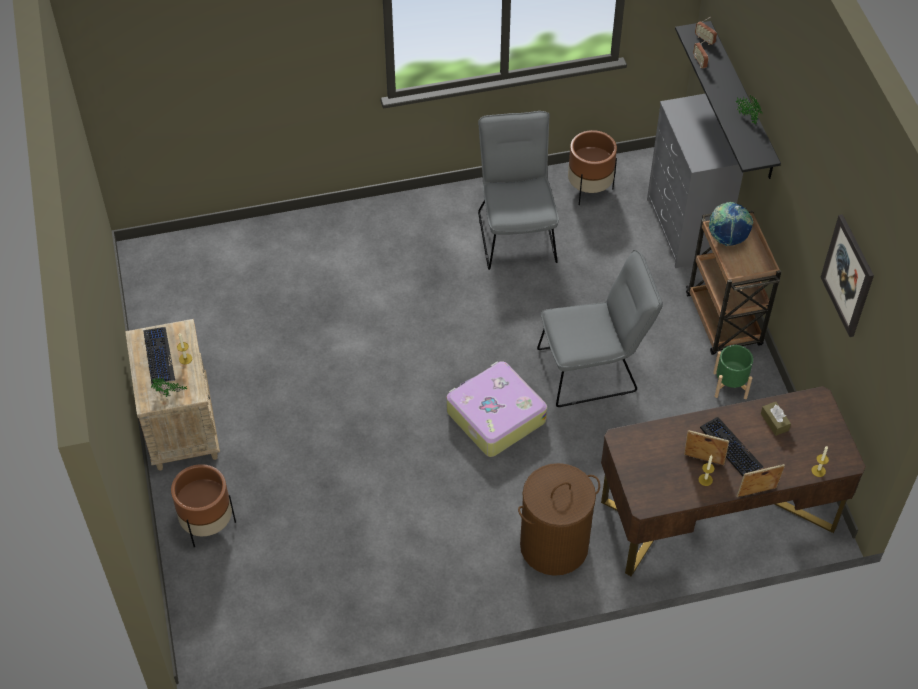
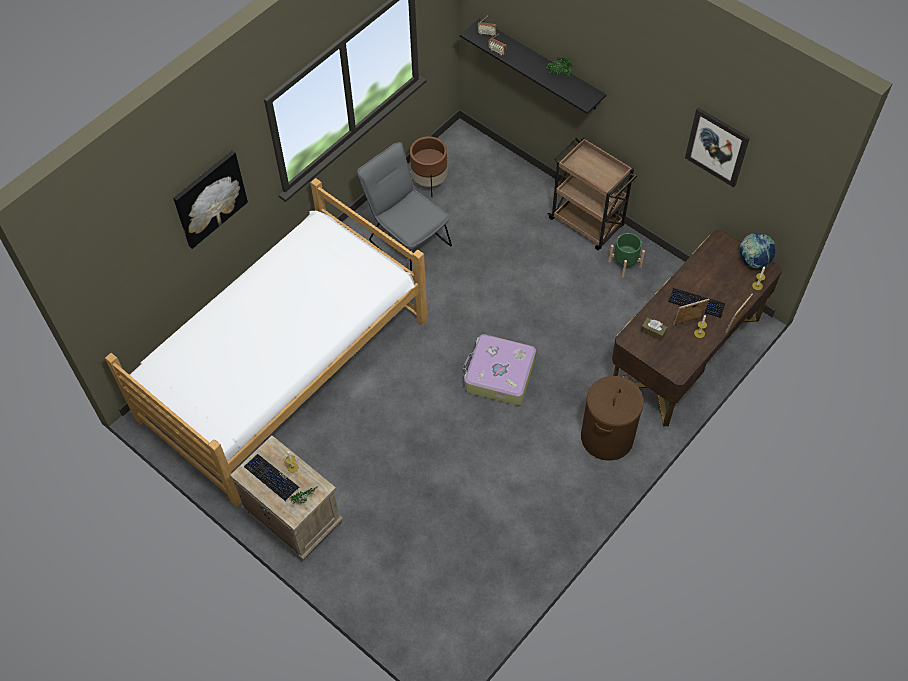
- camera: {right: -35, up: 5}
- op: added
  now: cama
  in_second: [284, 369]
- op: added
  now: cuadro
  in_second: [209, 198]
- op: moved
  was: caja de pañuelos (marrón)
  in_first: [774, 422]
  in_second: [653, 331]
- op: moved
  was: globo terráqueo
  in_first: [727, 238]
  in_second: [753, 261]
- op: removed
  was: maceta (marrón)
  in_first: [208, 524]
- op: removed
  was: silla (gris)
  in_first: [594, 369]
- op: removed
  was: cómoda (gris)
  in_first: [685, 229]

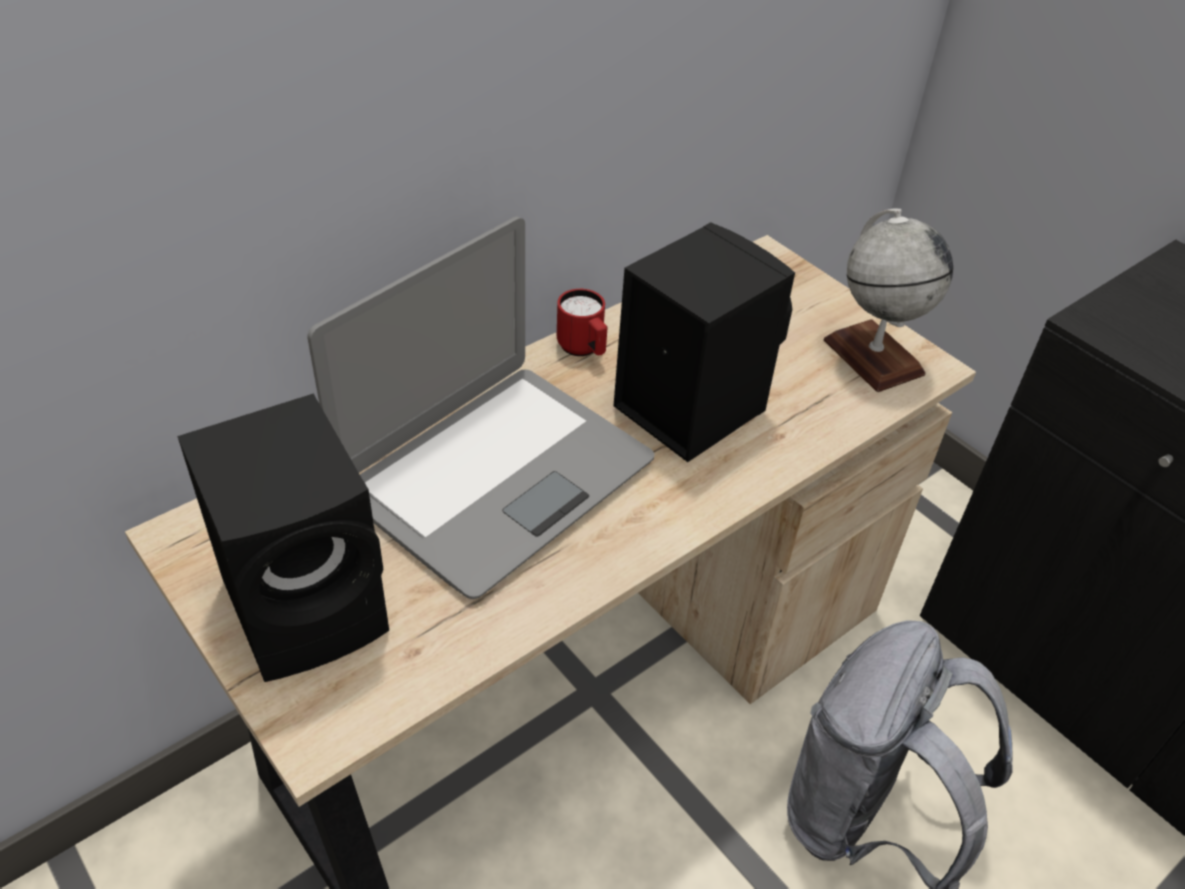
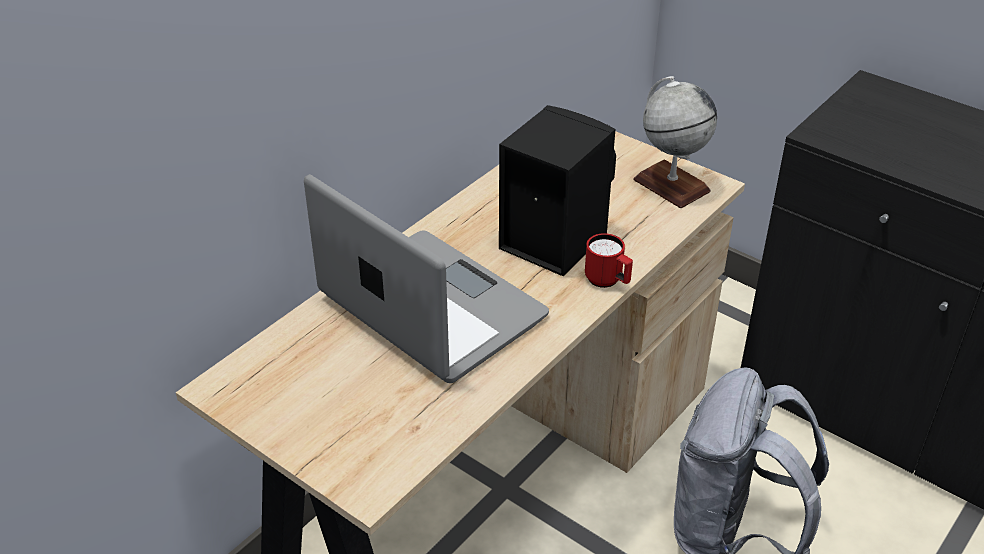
- camera: {right: -10, up: -5}
- op: turned
  was: portátil
  in_first: [496, 475]
  in_second: [431, 308]
  clockwise: -75
- op: moved
  was: taza grande (rojo)
  in_first: [583, 350]
  in_second: [607, 281]
- op: removed
  was: altavoz (negro)
  in_first: [312, 605]

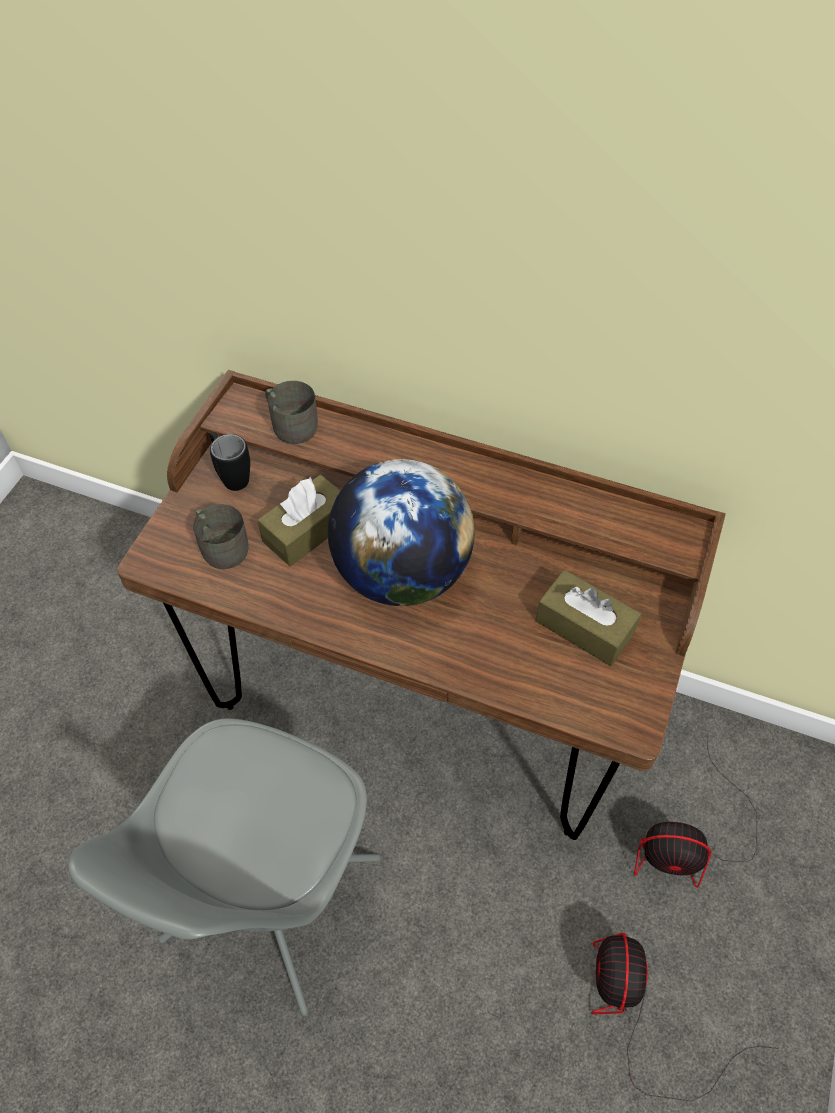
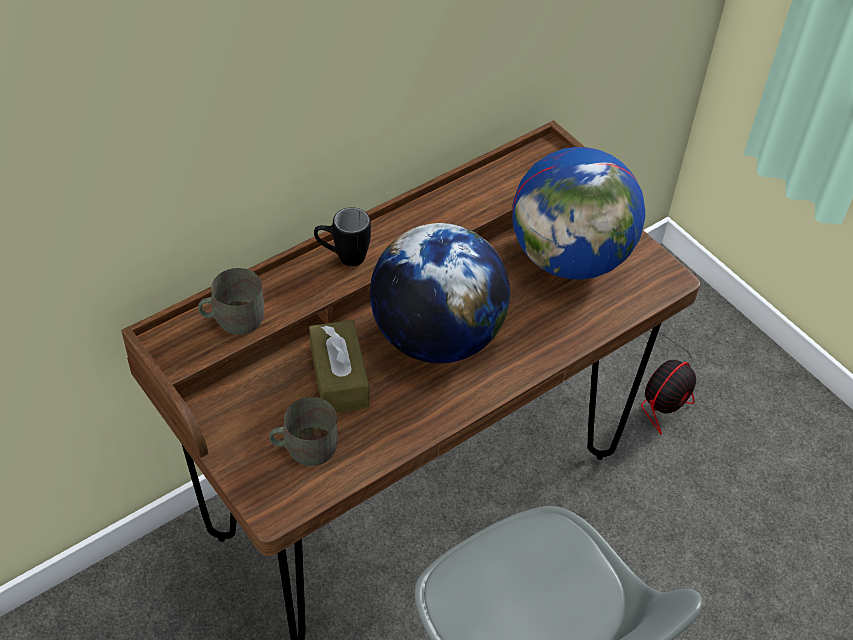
- camera: {right: -60, up: -5}
- op: moved
  was: taza grande (negro)
  in_first: [231, 475]
  in_second: [343, 257]
- op: replaced
  was: caja de pañuelos (marrón)
  now: globo terráqueo
  in_first: [584, 627]
  in_second: [570, 258]
- op: removed
  was: ventilador
  in_first: [639, 1011]

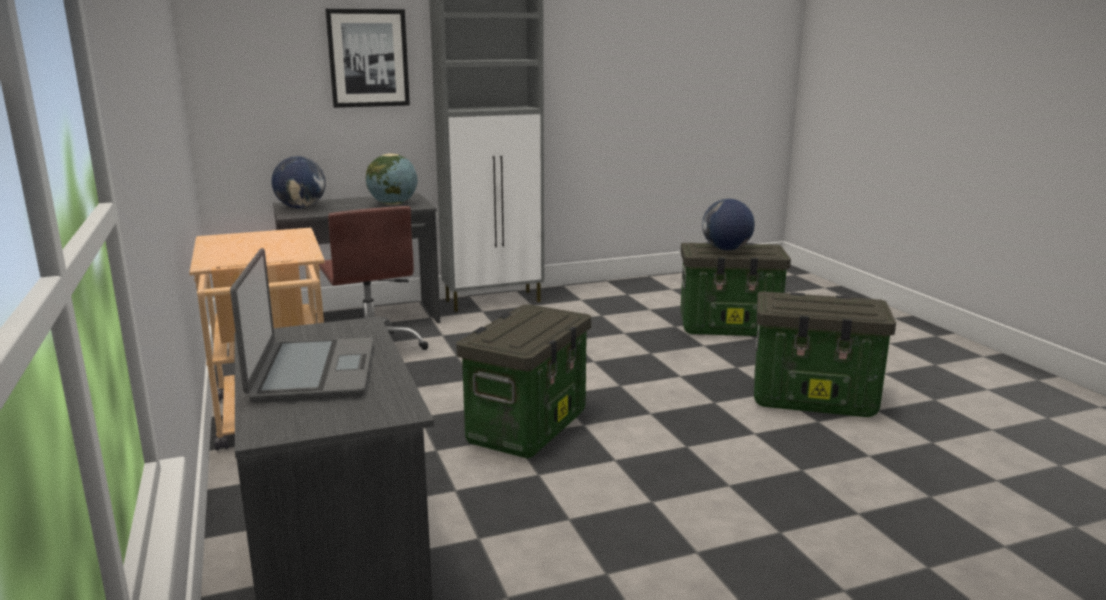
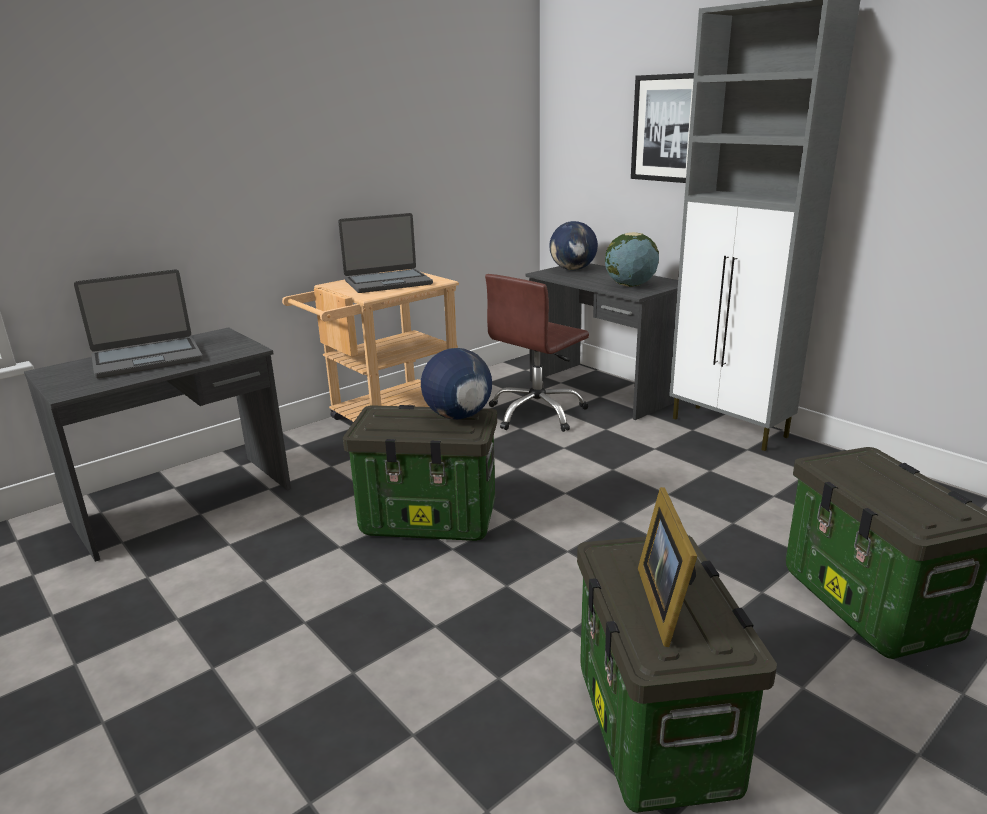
- camera: {right: 70, up: 5}
- op: added
  now: portátil
  in_second: [388, 282]
- op: moved
  was: globo terráqueo
  in_first: [726, 249]
  in_second: [457, 416]
- op: added
  now: portarretratos
  in_second: [667, 602]

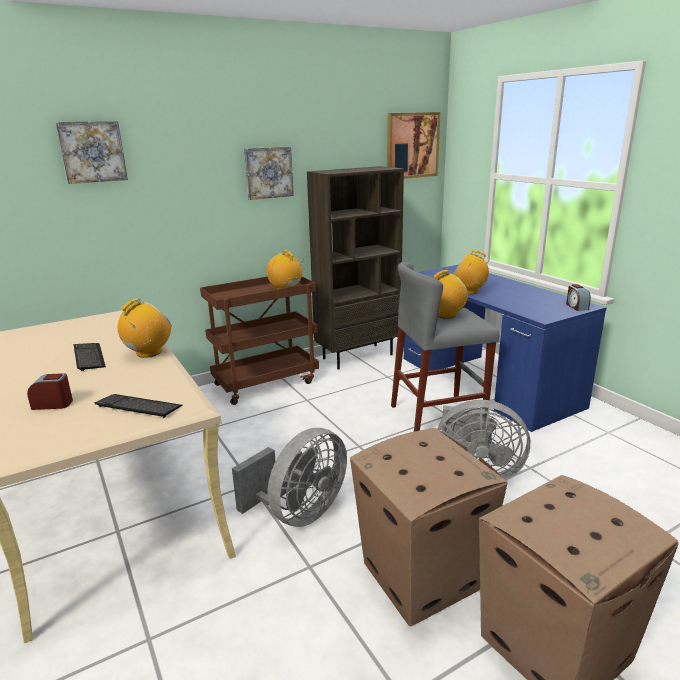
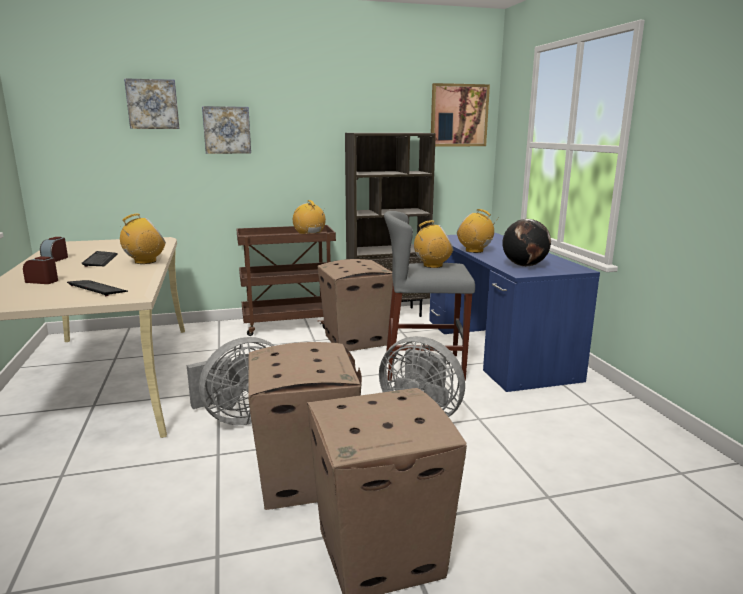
- camera: {right: 15, up: -5}
- op: moved
  was: despertador
  in_first: [576, 306]
  in_second: [55, 259]
- op: moved
  was: cuadro
  in_first: [268, 172]
  in_second: [227, 130]
- op: added
  now: caja de cartón
  in_second: [355, 340]
- op: added
  now: globo terráqueo
  in_second: [524, 265]

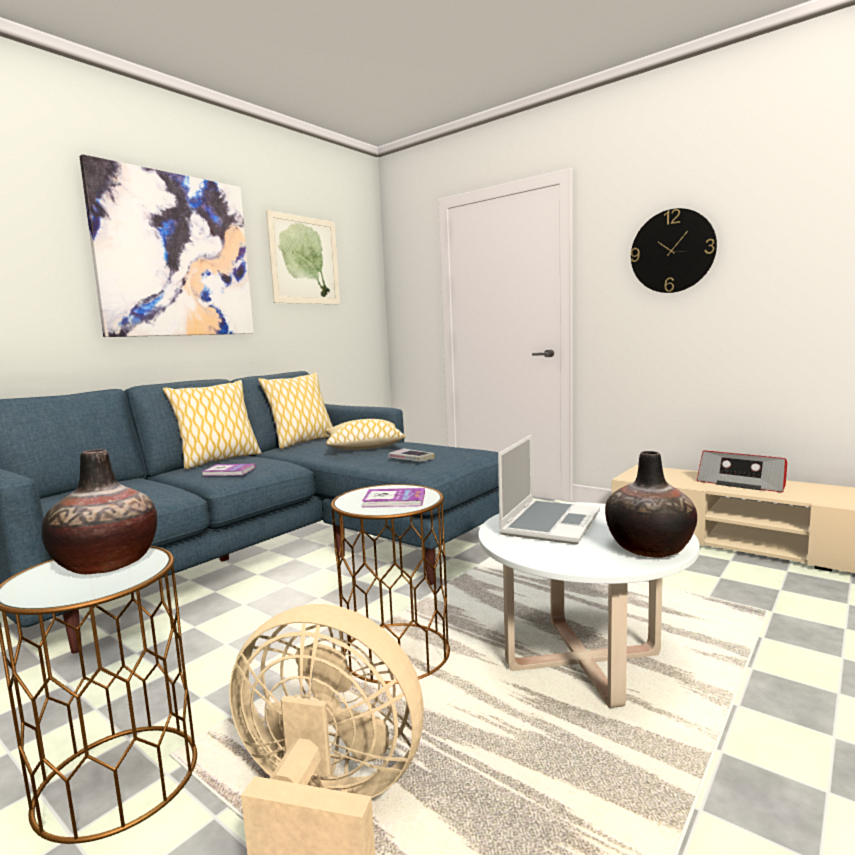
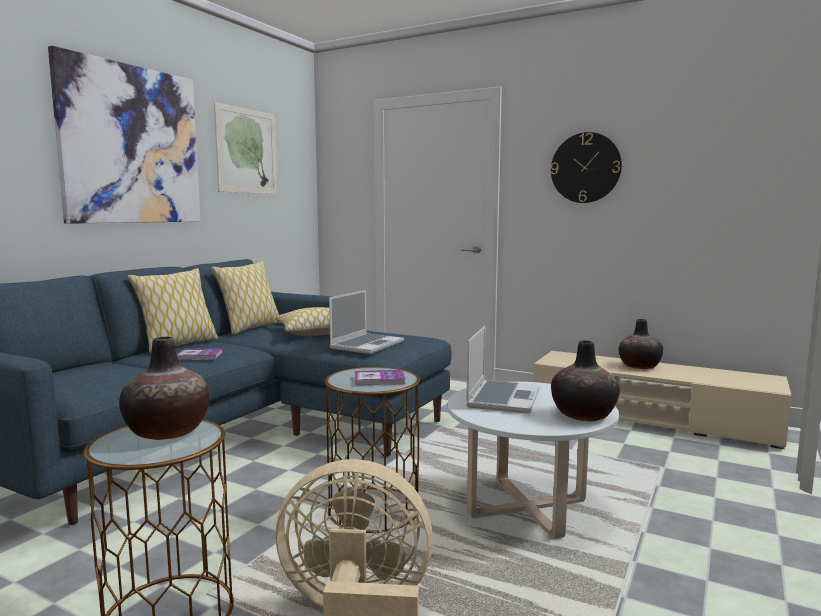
- camera: {right: -10, up: 0}
- op: replaced
  was: libro
  now: portátil
  in_first: [411, 459]
  in_second: [367, 345]
- op: replaced
  was: radio
  now: florero
  in_first: [742, 483]
  in_second: [639, 366]

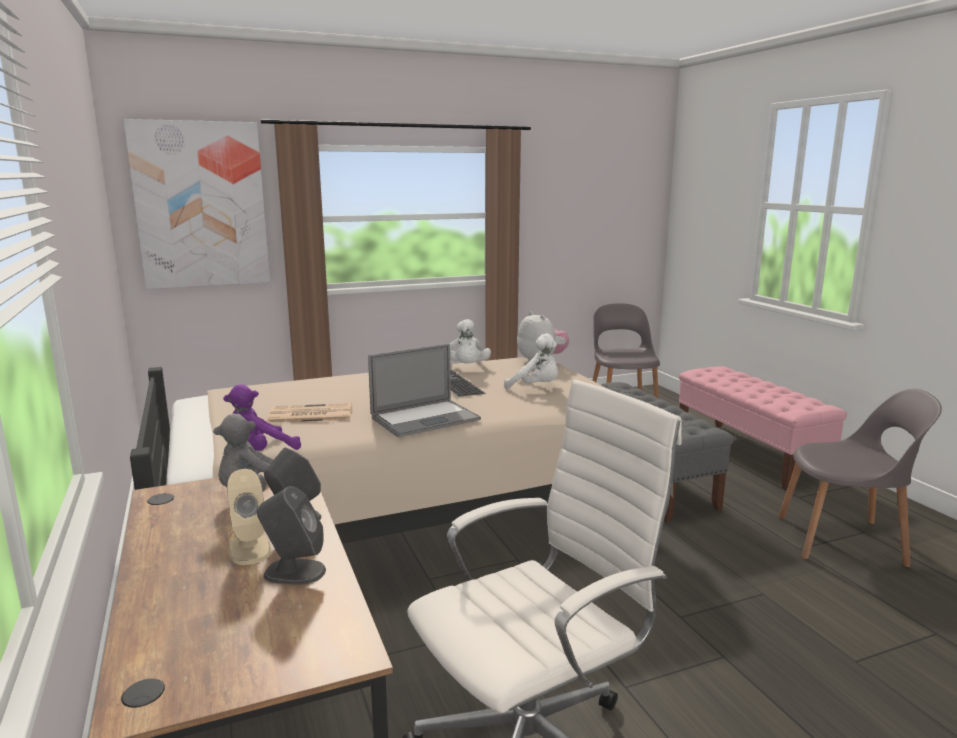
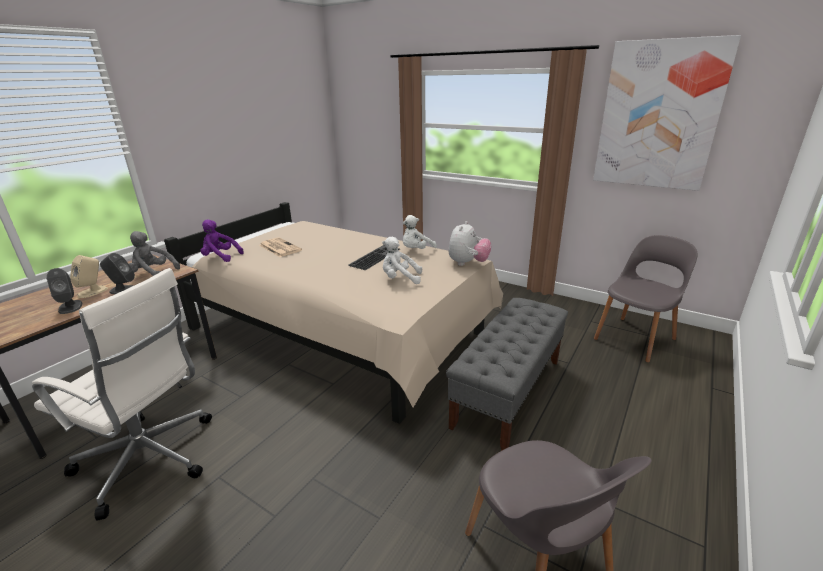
- camera: {right: 55, up: 10}
- op: turned
  was: peluche (blanco)
  in_first: [536, 387]
  in_second: [400, 279]
  clockwise: 105
- op: moved
  was: cuadro
  in_first: [201, 205]
  in_second: [658, 116]
- op: removed
  was: portátil
  in_first: [425, 419]
- op: removed
  was: banco (rosa)
  in_first: [749, 454]

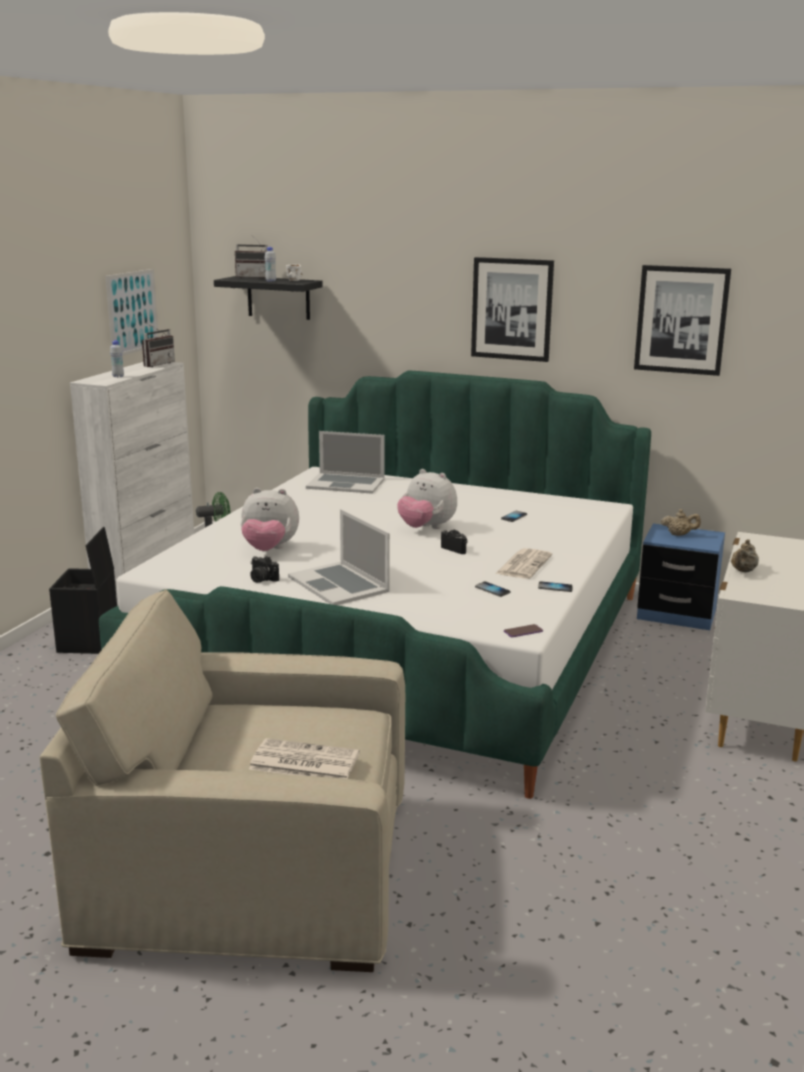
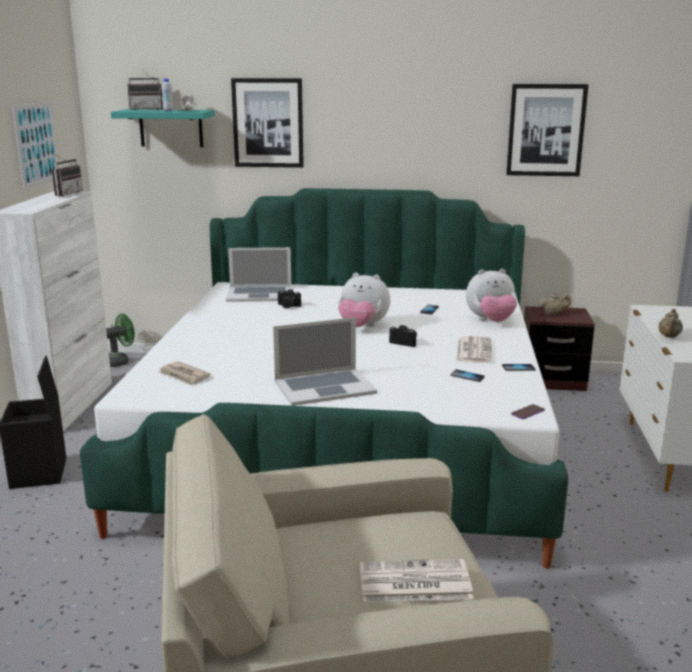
- camera: {right: -15, up: 0}
- op: recoloured
  was: estante (negro)
  now: estante (turquesa)
  in_first: [278, 298]
  in_second: [171, 128]
- op: added
  now: periódico
  in_second: [184, 376]
- op: moved
  was: cuadro
  in_first: [512, 309]
  in_second: [268, 123]
- op: turned
  was: portátil
  in_first: [339, 584]
  in_second: [324, 387]
  clockwise: -60
- op: moved
  was: cámara
  in_first: [262, 579]
  in_second: [287, 306]
- op: moved
  was: peluche
  in_first: [269, 549]
  in_second: [491, 321]
- op: recoloured
  was: mesita de noche (azul)
  now: mesita de noche (marrón)
  in_first: [676, 614]
  in_second: [552, 381]
- op: removed
  was: botella (blanco)
  in_first: [118, 376]

